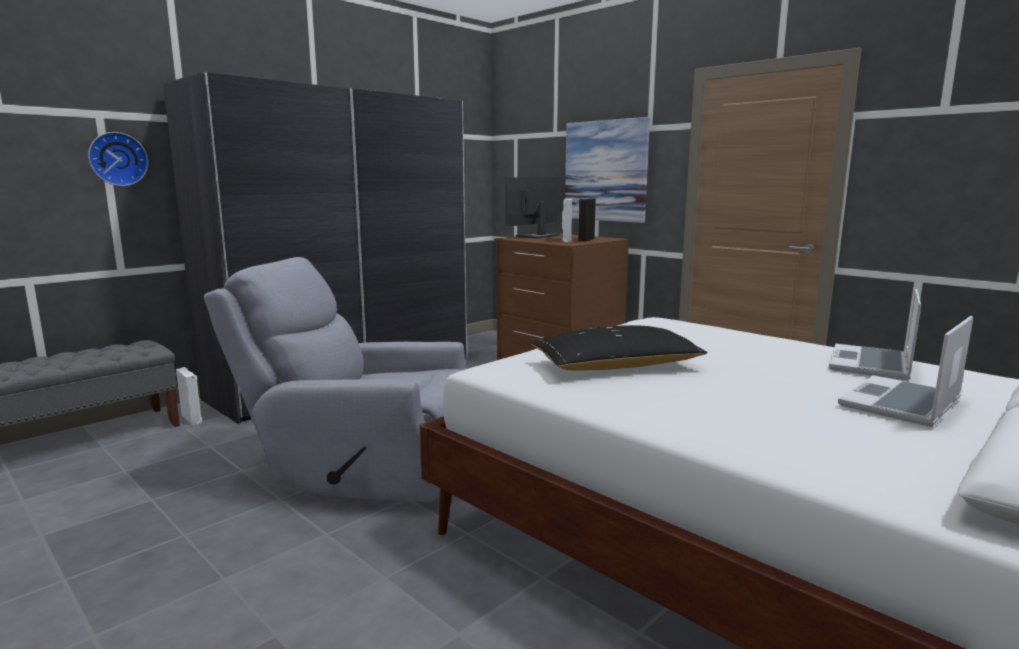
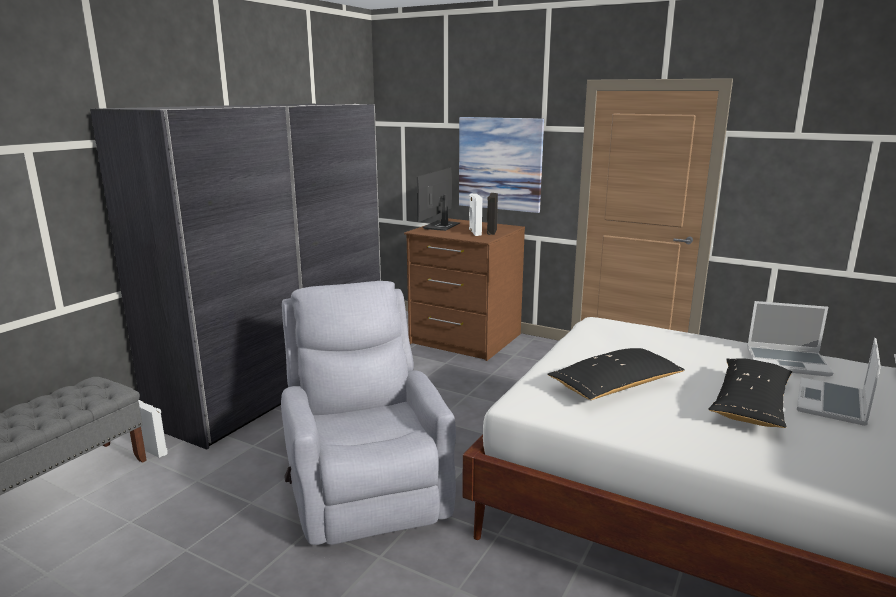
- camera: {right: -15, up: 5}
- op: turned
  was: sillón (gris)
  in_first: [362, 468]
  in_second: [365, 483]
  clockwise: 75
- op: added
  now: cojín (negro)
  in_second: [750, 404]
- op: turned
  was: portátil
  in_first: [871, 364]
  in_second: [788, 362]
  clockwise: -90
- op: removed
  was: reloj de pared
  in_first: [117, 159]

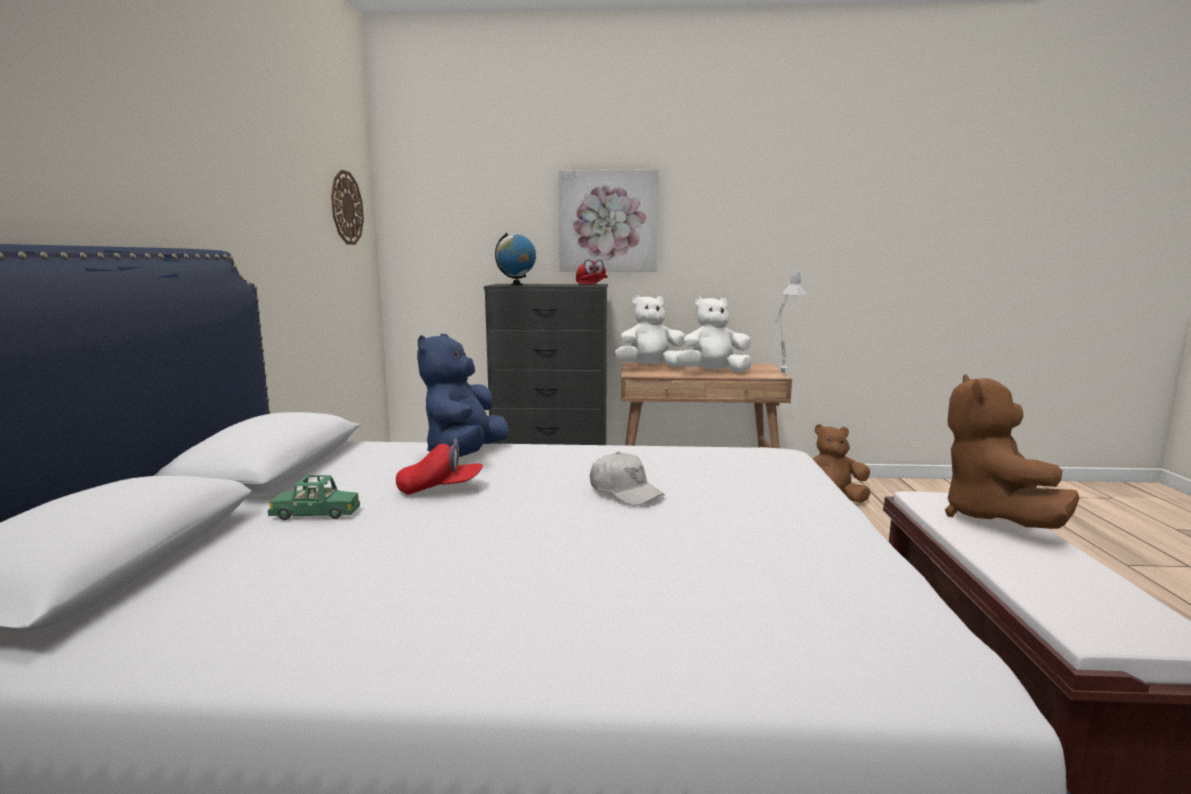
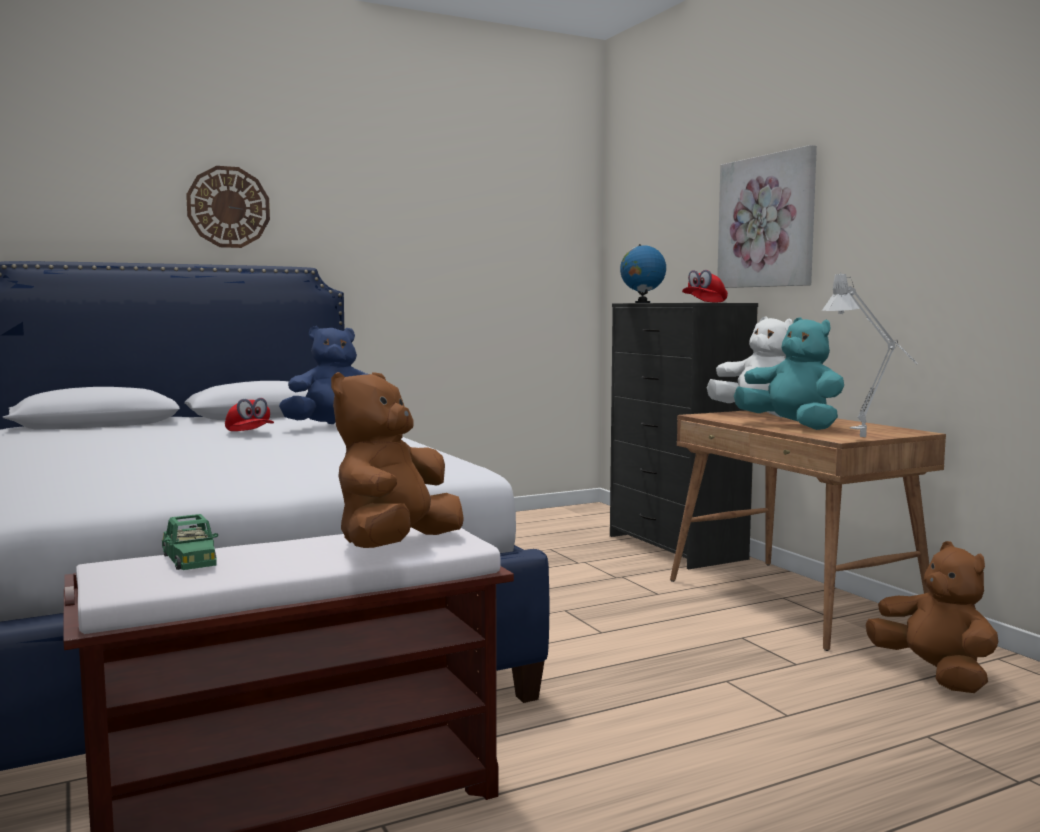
- camera: {right: 60, up: -5}
- op: moved
  was: coche de juguete (verde)
  in_first: [316, 513]
  in_second: [190, 560]
- op: moved
  was: reloj de pared
  in_first: [346, 208]
  in_second: [228, 207]
- op: turned
  was: peluche (marrón)
  in_first: [992, 518]
  in_second: [395, 547]
  clockwise: -45
- op: recoloured
  was: peluche (blanco)
  now: peluche (turquesa)
  in_first: [713, 372]
  in_second: [792, 426]
- op: removed
  was: gorra (blanco)
  in_first: [625, 492]

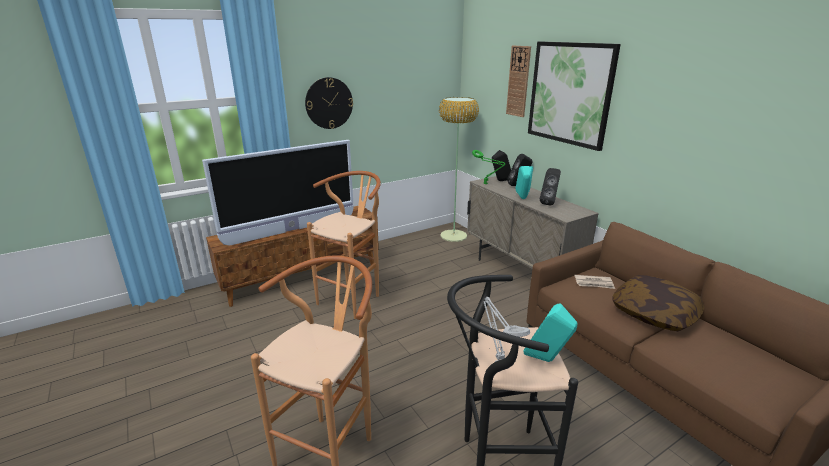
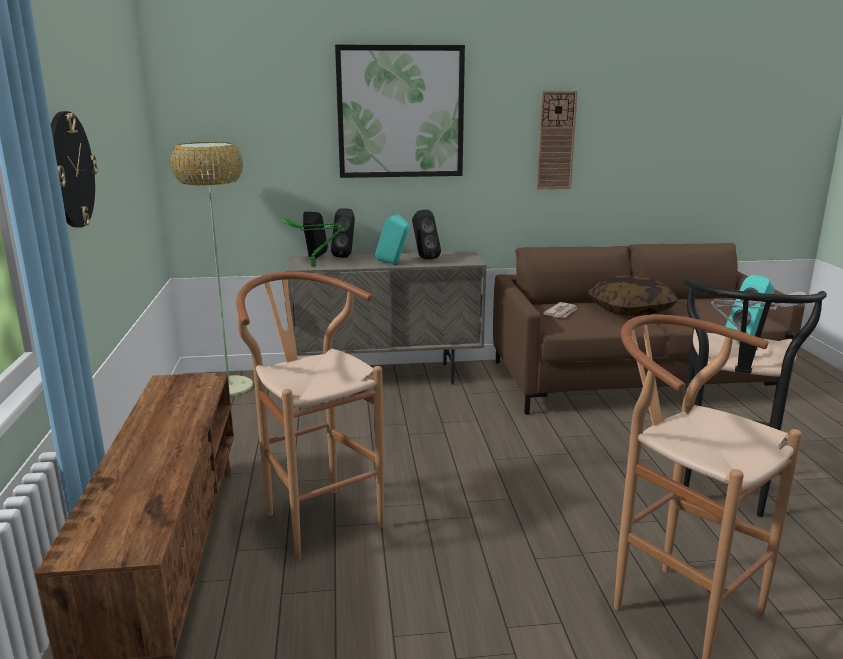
- camera: {right: -65, up: -5}
- op: moved
  was: reloj de pared
  in_first: [518, 81]
  in_second: [556, 140]
- op: removed
  was: televisor
  in_first: [292, 230]

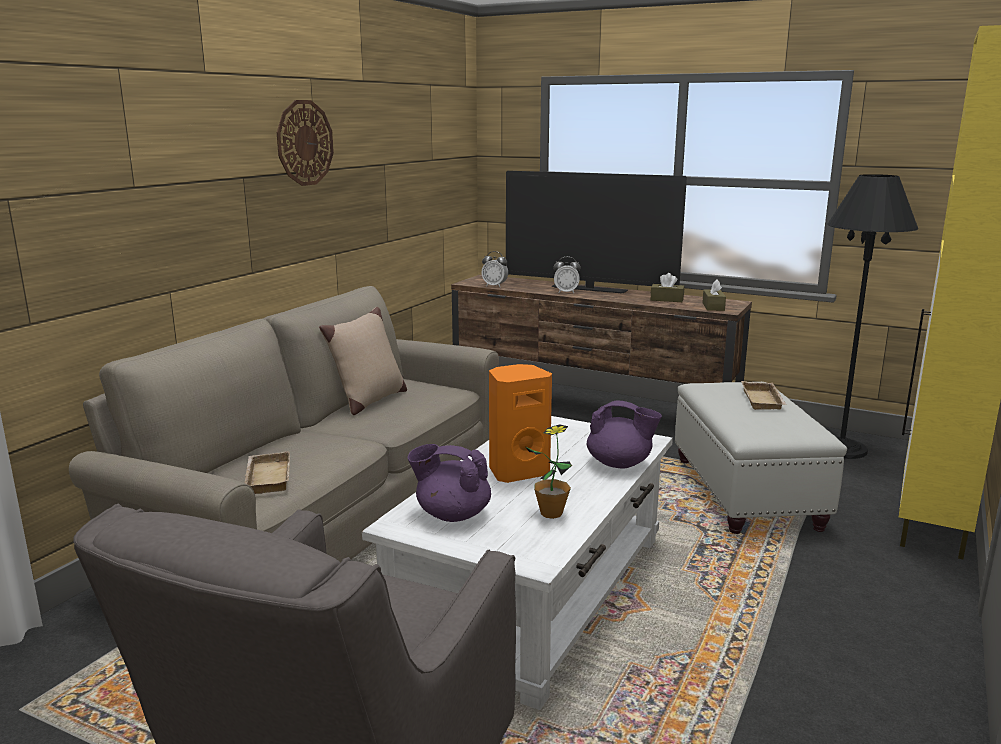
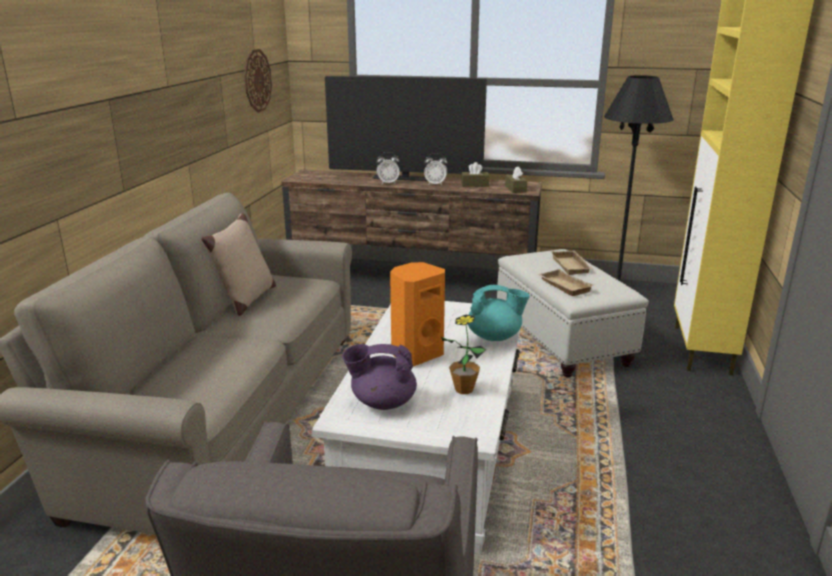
- camera: {right: -15, up: 5}
- op: moved
  was: reloj de pared
  in_first: [304, 143]
  in_second: [257, 80]
- op: moved
  was: despertador
  in_first: [494, 286]
  in_second: [435, 184]
- op: recoloured
  was: tetera (morado)
  now: tetera (turquesa)
  in_first: [620, 464]
  in_second: [495, 337]
- op: moved
  was: bandeja (beis)
  in_first: [266, 477]
  in_second: [563, 286]

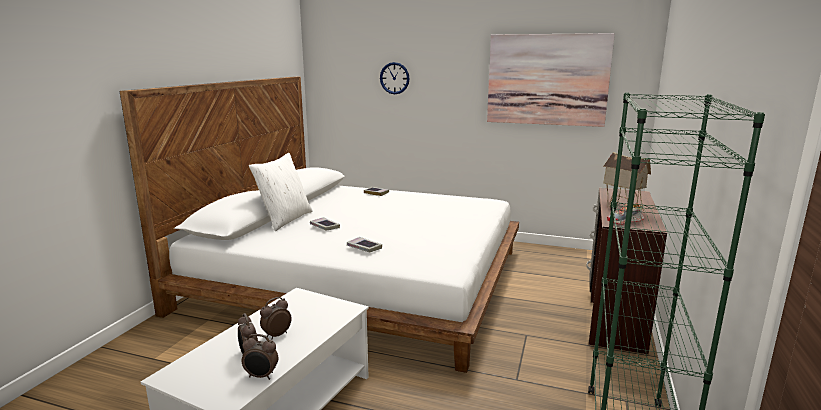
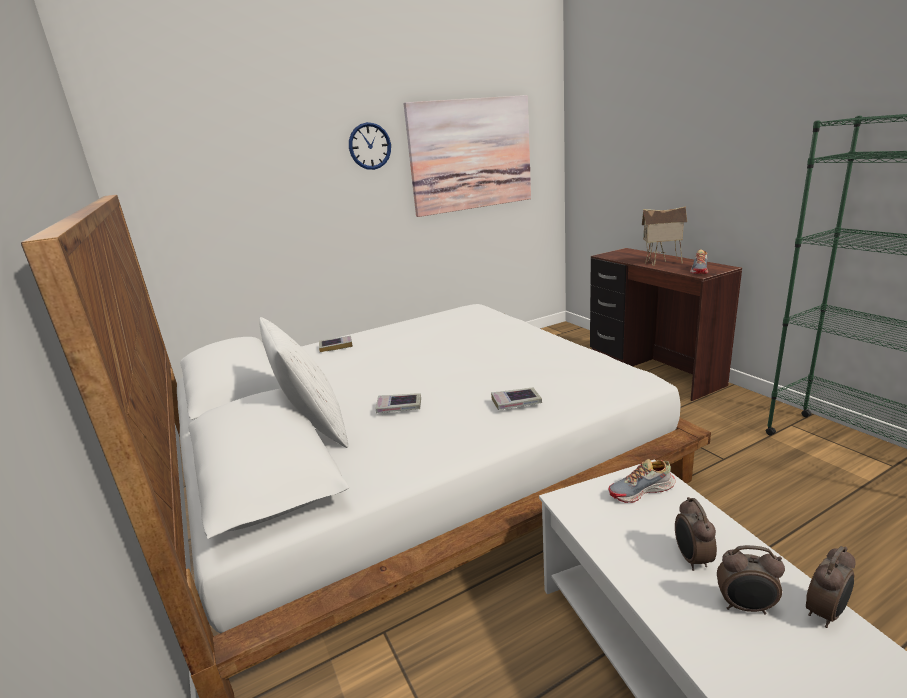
- camera: {right: -45, up: 5}
- op: moved
  was: reloj de pared
  in_first: [394, 78]
  in_second: [370, 146]
- op: added
  now: zapato
  in_second: [641, 491]

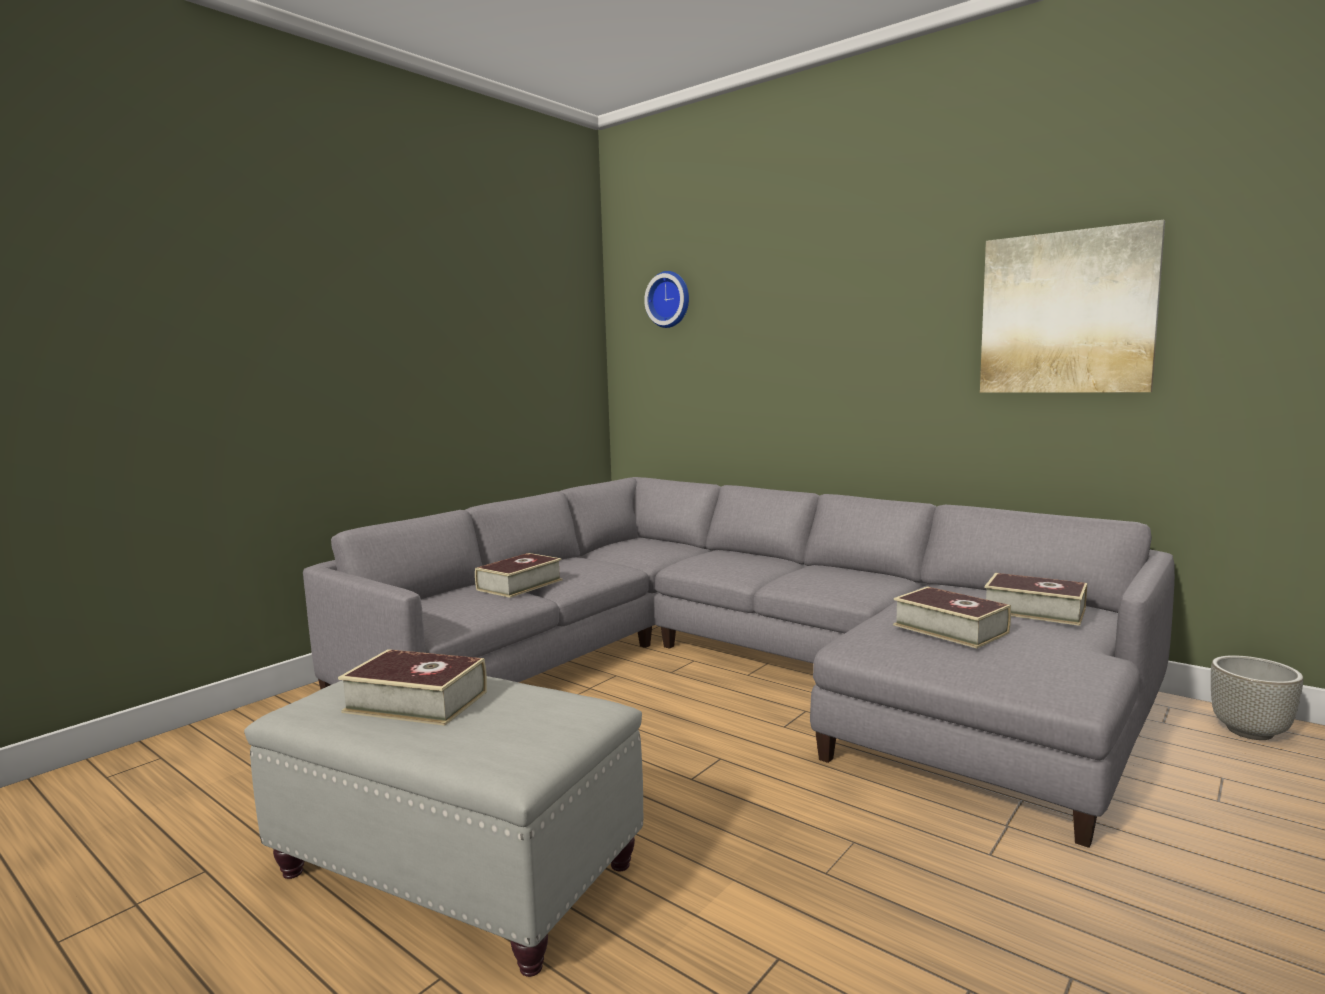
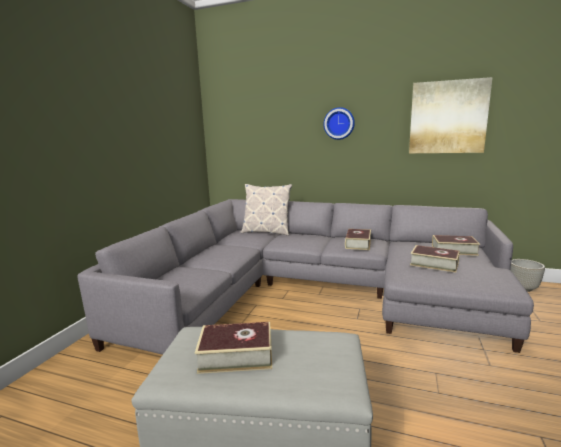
- camera: {right: -20, up: 5}
- op: added
  now: cojín
  in_second: [266, 232]
- op: moved
  was: reloj de pared
  in_first: [670, 299]
  in_second: [339, 123]
- op: moved
  was: libro
  in_first: [519, 585]
  in_second: [358, 244]

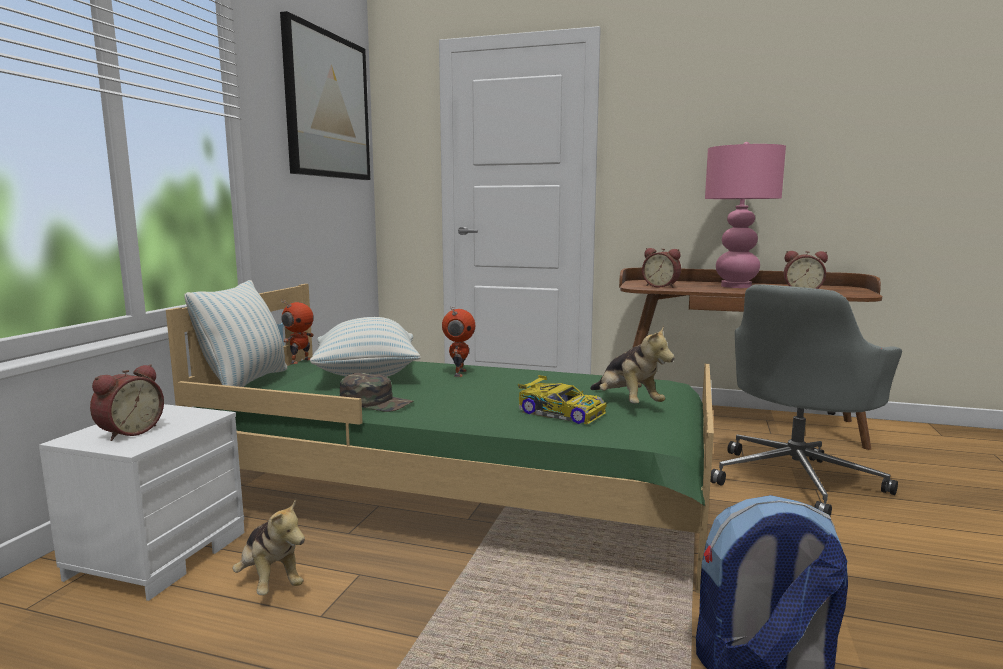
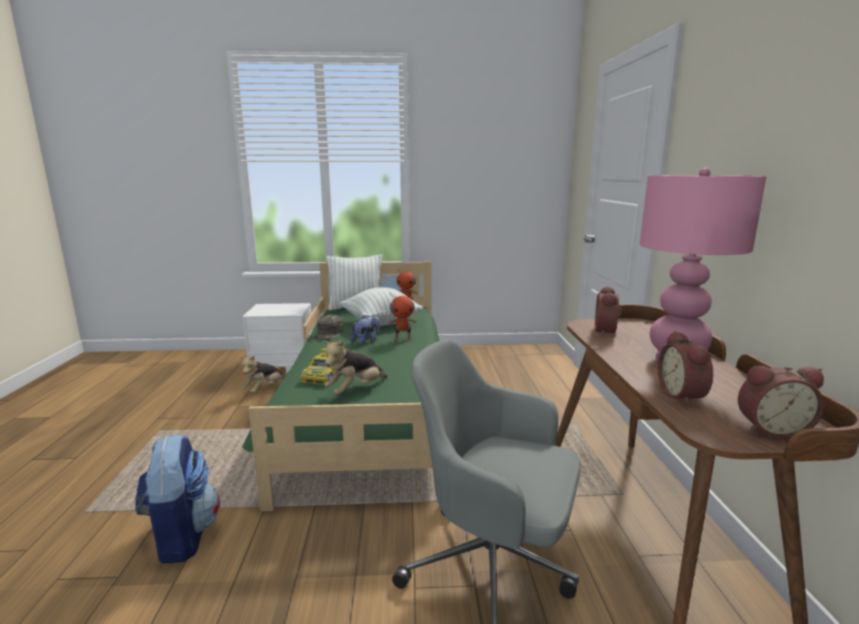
- camera: {right: 70, up: 5}
- op: added
  now: peluche
  in_second: [366, 341]
- op: moved
  was: despertador
  in_first: [129, 432]
  in_second: [770, 429]
- op: removed
  was: cuadro
  in_first: [327, 106]

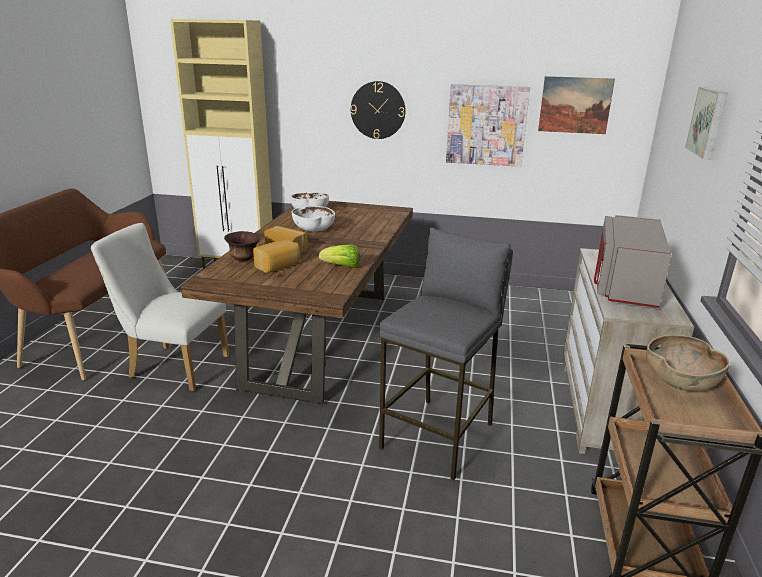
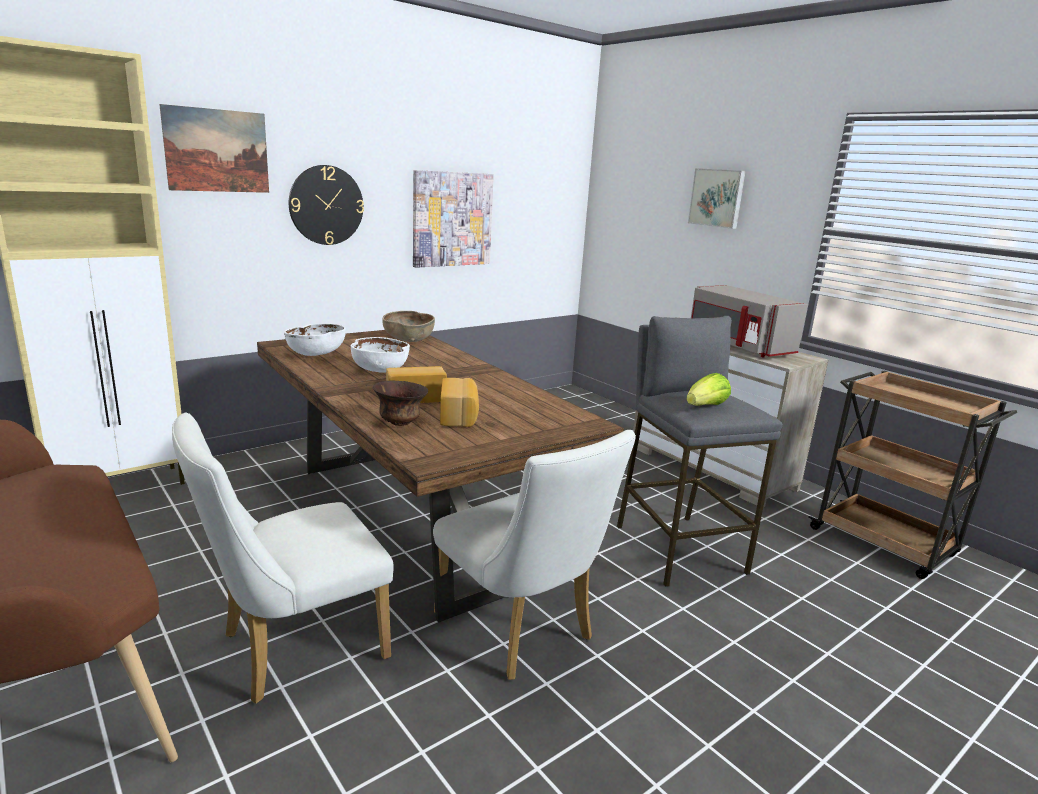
- camera: {right: -50, up: -5}
- op: moved
  was: cuadro
  in_first: [575, 105]
  in_second: [217, 151]
- op: moved
  was: cuenco (marrón)
  in_first: [681, 382]
  in_second: [409, 340]
- op: added
  now: silla (blanco)
  in_second: [521, 632]
- op: moved
  was: lechuga
  in_first: [342, 267]
  in_second: [706, 407]

